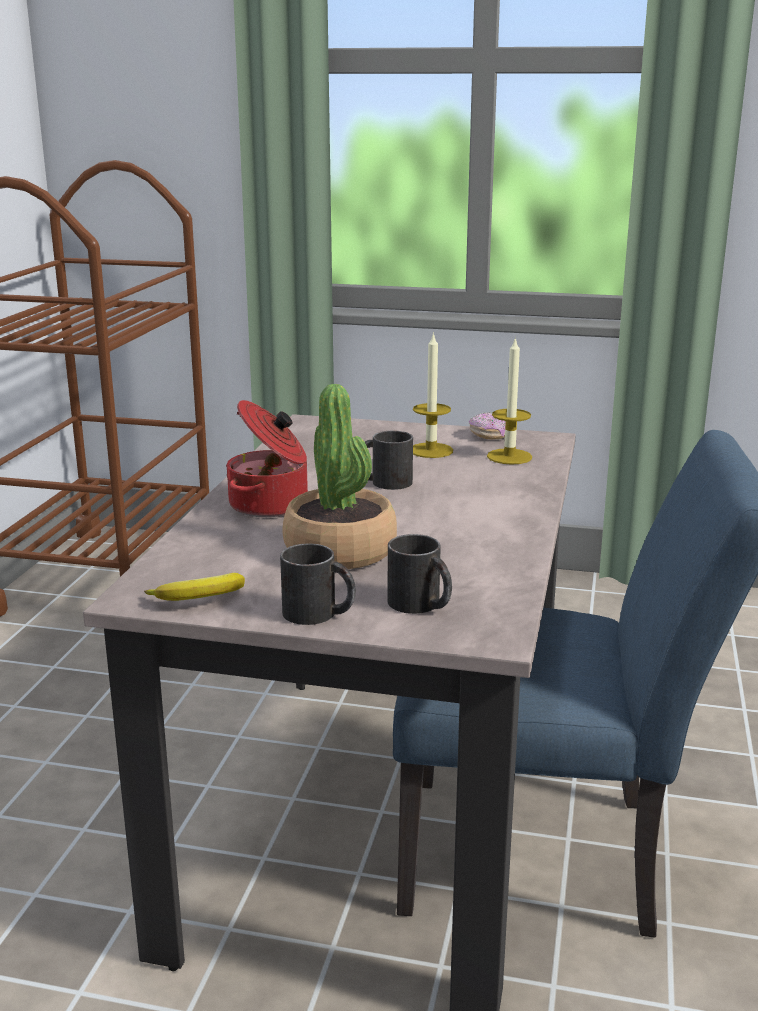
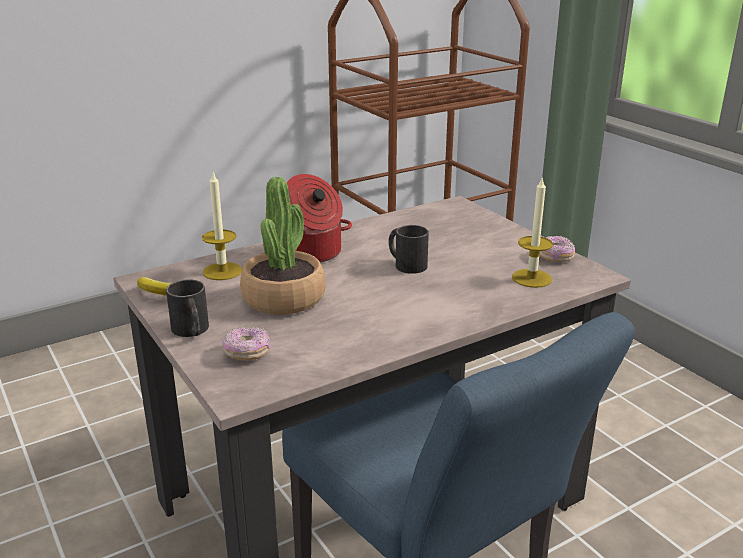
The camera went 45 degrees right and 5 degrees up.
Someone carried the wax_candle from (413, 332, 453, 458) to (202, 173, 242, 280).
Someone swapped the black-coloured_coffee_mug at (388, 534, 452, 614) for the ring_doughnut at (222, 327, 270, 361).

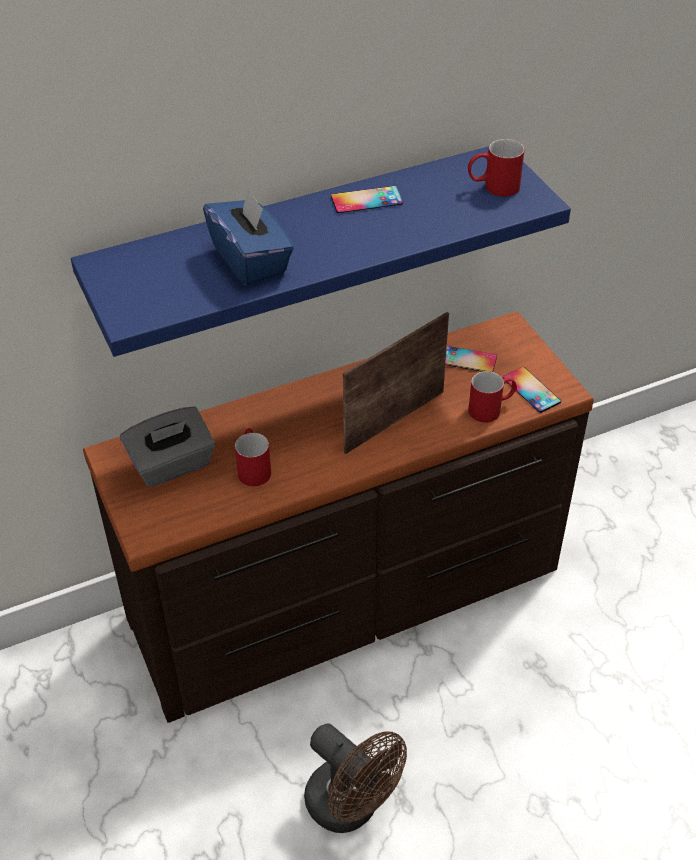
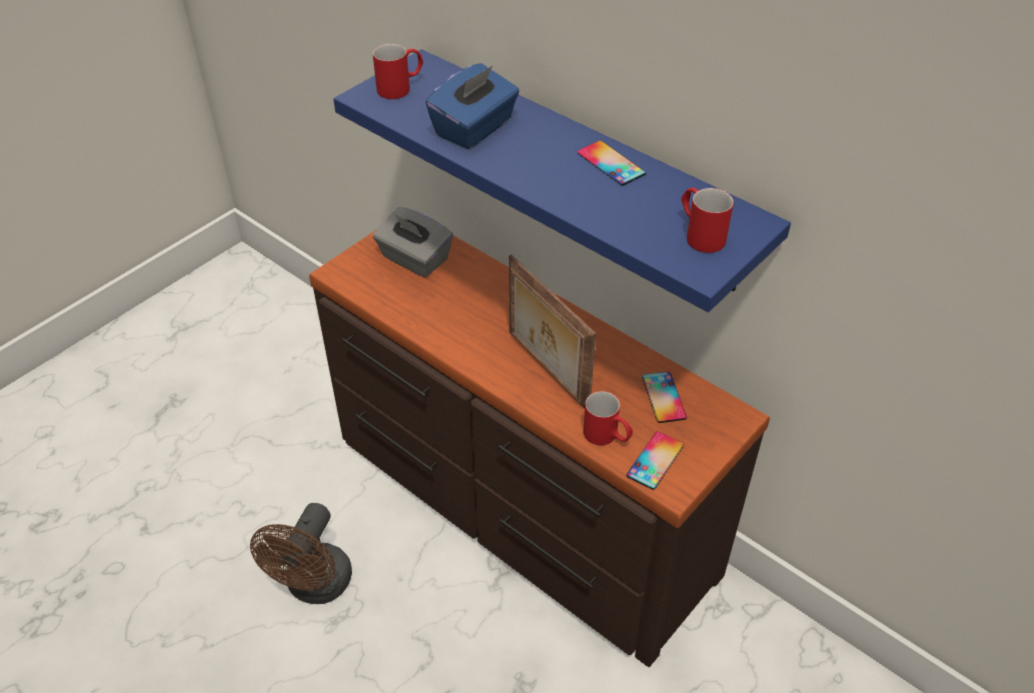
The camera went 65 degrees right and 0 degrees up.
Someone carried the red_coffee_mug from (235, 428, 271, 486) to (373, 44, 423, 99).
Someone rotated the picture_frame at (343, 312, 449, 454) by 150 degrees counterclockwise.

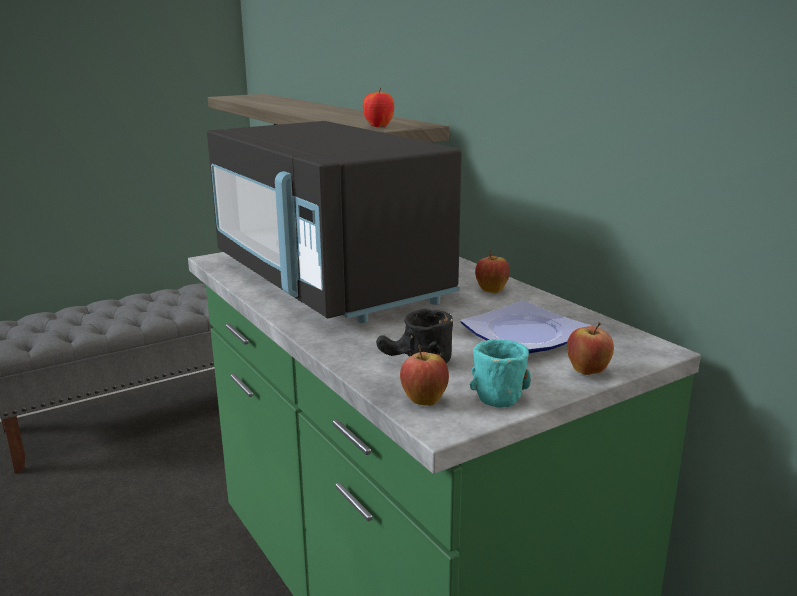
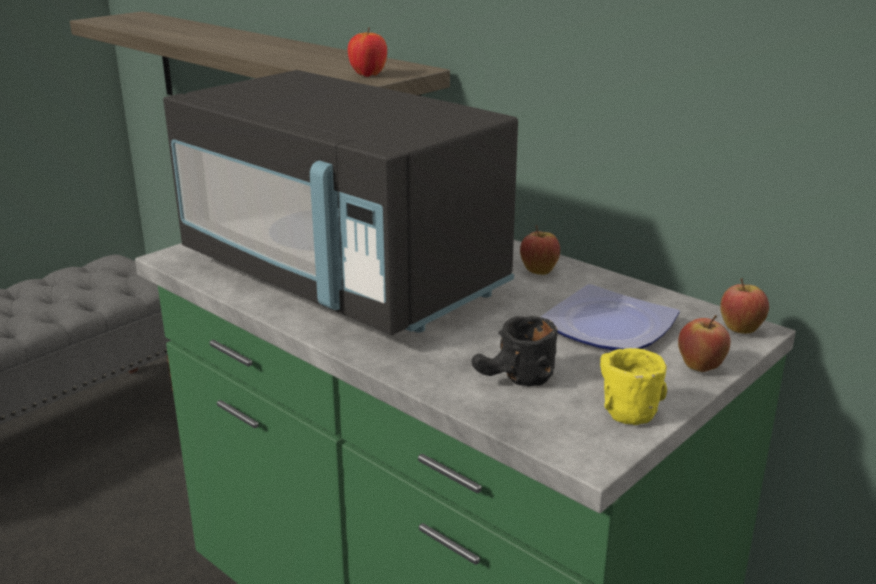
The camera went 15 degrees left and 5 degrees up.
Someone carried the whole_apple from (400, 345, 449, 406) to (720, 278, 769, 334).
Someone repainted the blue-green_coffee_mug at (470, 339, 531, 408), which became the yellow_coffee_mug at (600, 348, 667, 425).

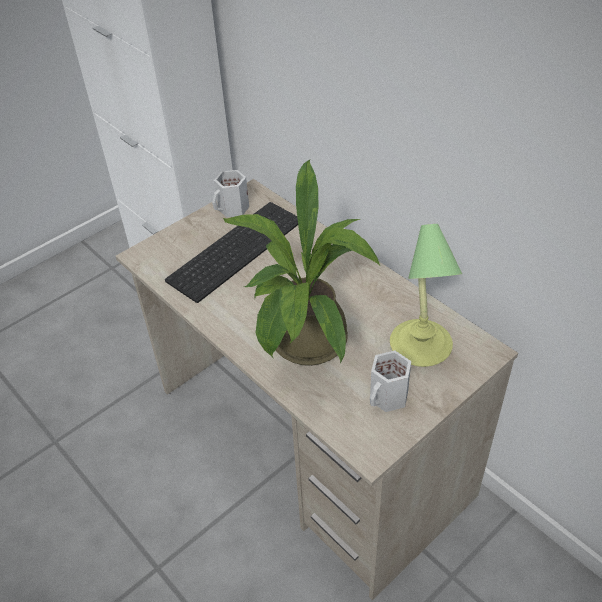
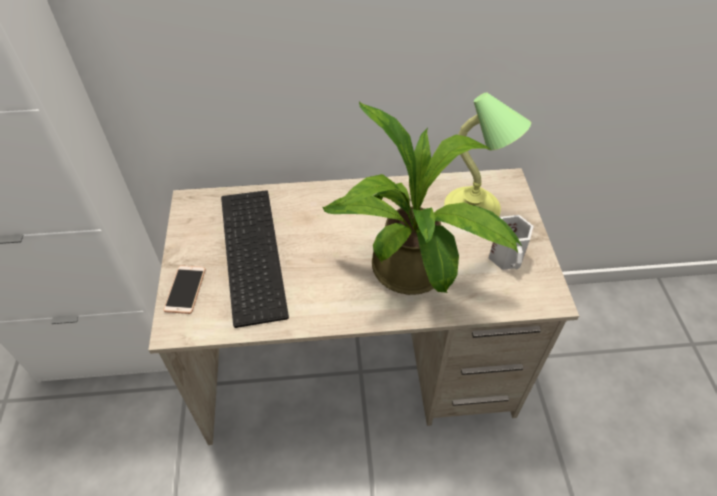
The camera went 55 degrees left and 5 degrees up.
Someone took away the whitish_coffee_mug at (212, 170, 249, 218).
Someone put down the handset at (164, 266, 206, 314).

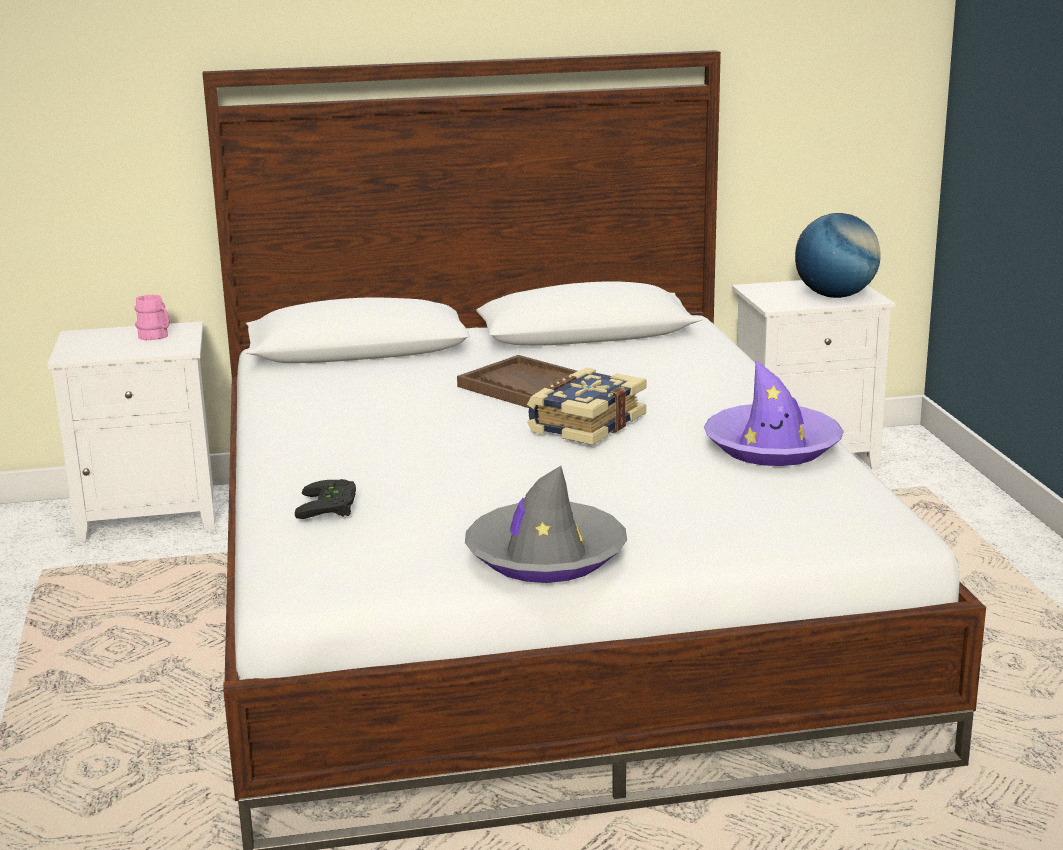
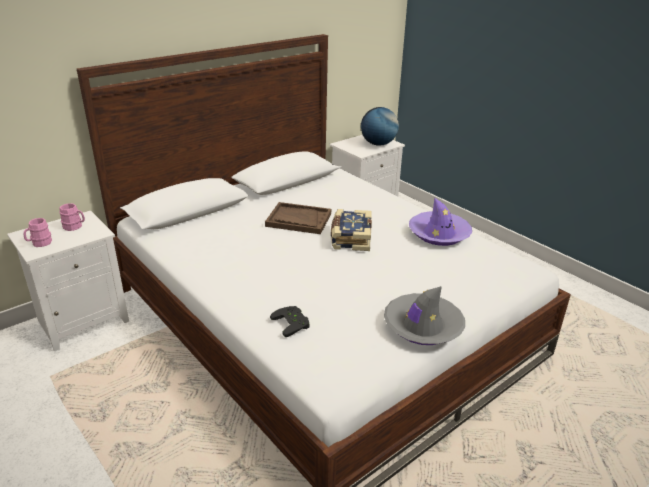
The camera went 30 degrees left and 10 degrees up.
Someone put down the pink-coloured_coffee_mug at (23, 218, 52, 247).

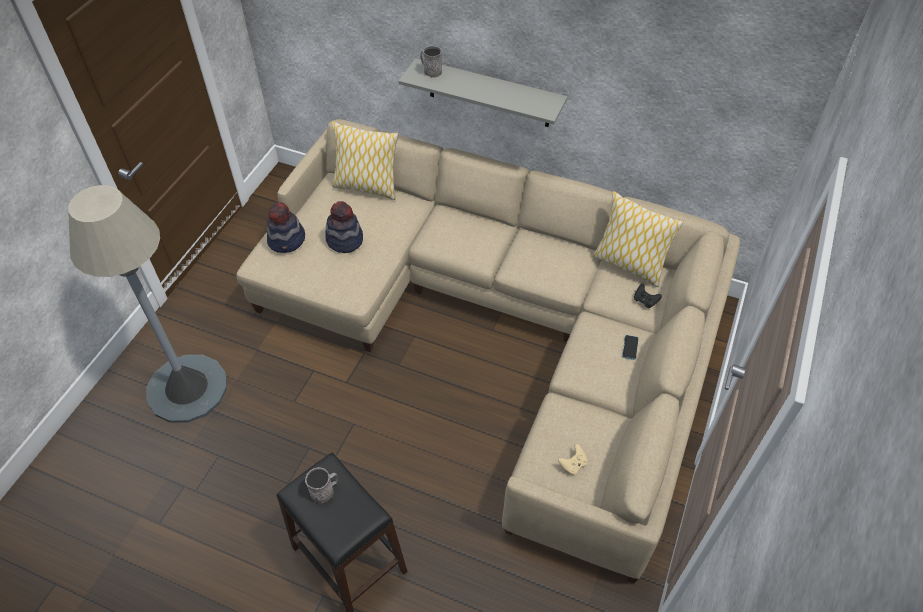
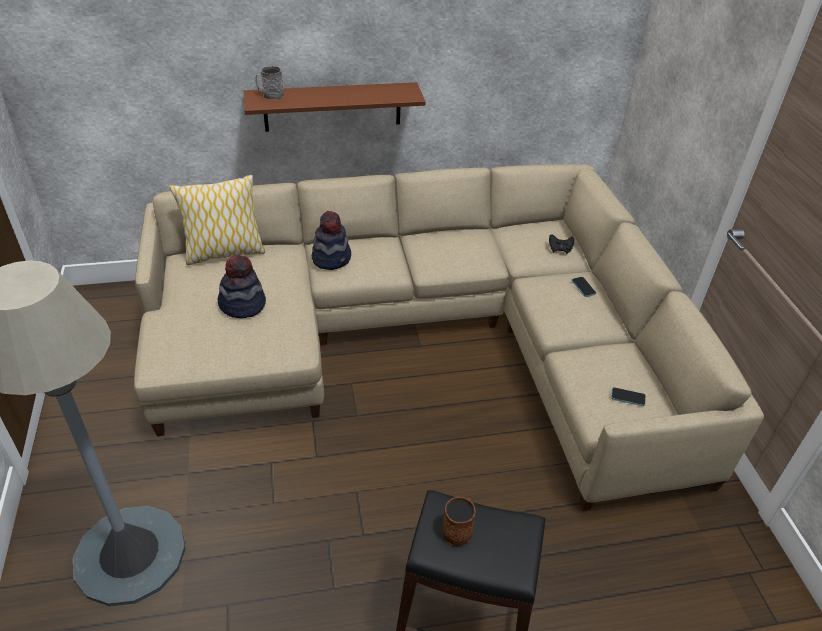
The camera went 35 degrees left and 10 degrees down.
Someone took away the throw_pillow at (593, 191, 684, 287).
Someone carried the hat from (267, 202, 305, 253) to (312, 211, 351, 270).
Someone swapped the beige_gamepad at (558, 444, 588, 475) for the handset at (611, 387, 646, 406).
Someone repainted the grey_coffee_mug at (305, 467, 338, 503), which became the brown-coloured_coffee_mug at (442, 497, 476, 546).
Someone repainted the grey_bracket_shelf at (399, 58, 568, 127), which became the brown-coloured_bracket_shelf at (244, 82, 426, 132).

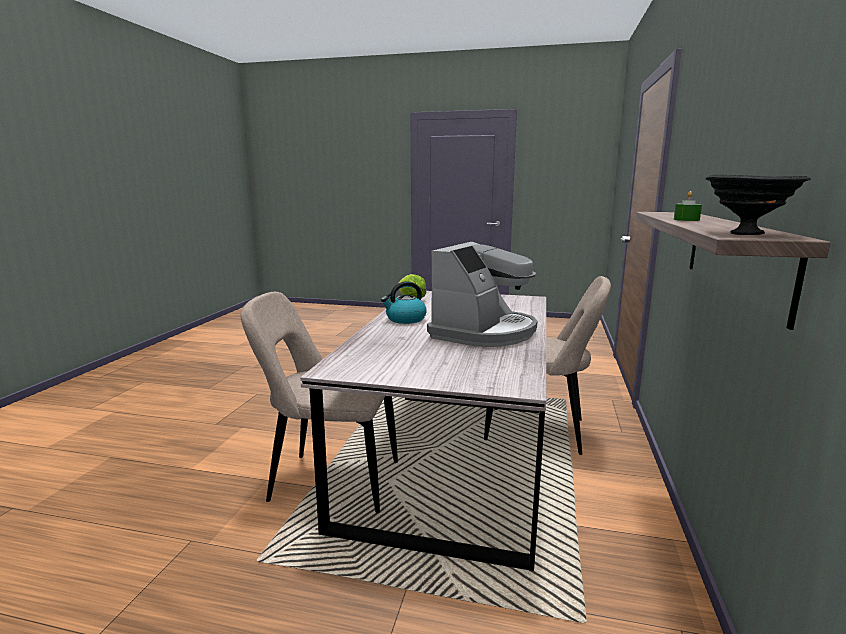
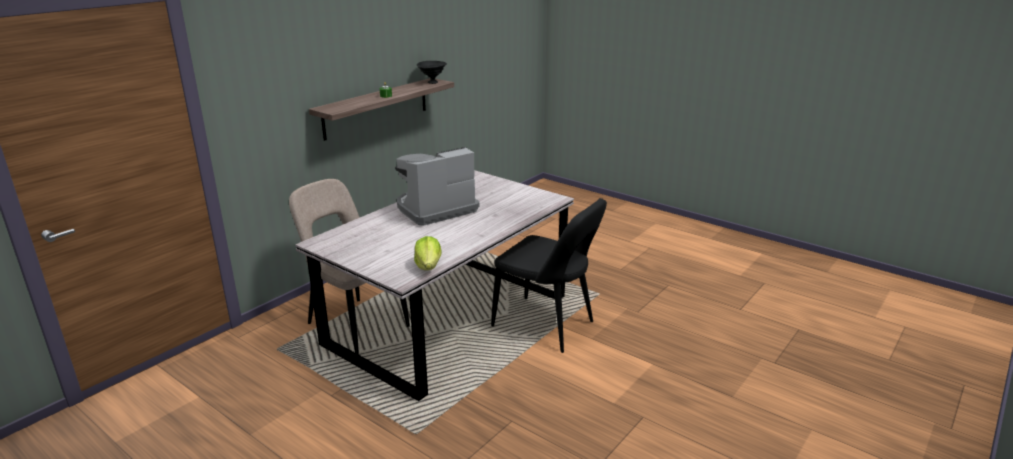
The camera went 155 degrees left and 10 degrees up.
Someone took away the tea_kettle at (381, 281, 427, 324).
Someone repainted the beige_plain_chair at (240, 292, 398, 513), which became the black-coloured_plain_chair at (491, 198, 607, 353).

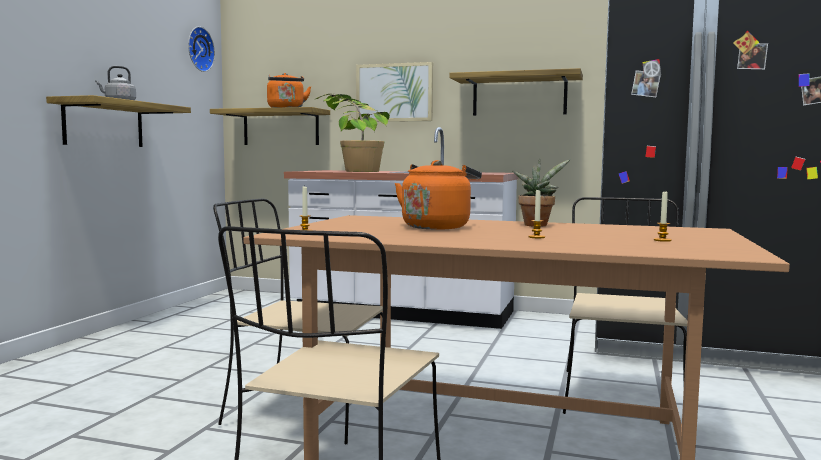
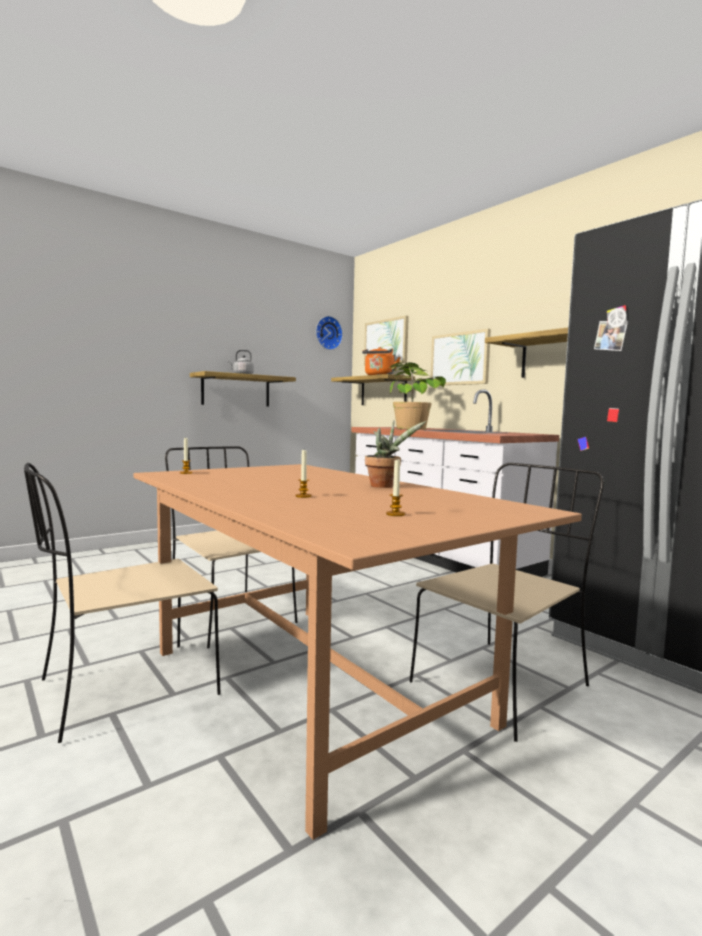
The camera went 35 degrees right and 0 degrees up.
Someone took away the orange-coloured_tea_kettle at (395, 160, 482, 229).
Someone put up the picture at (364, 316, 409, 366).

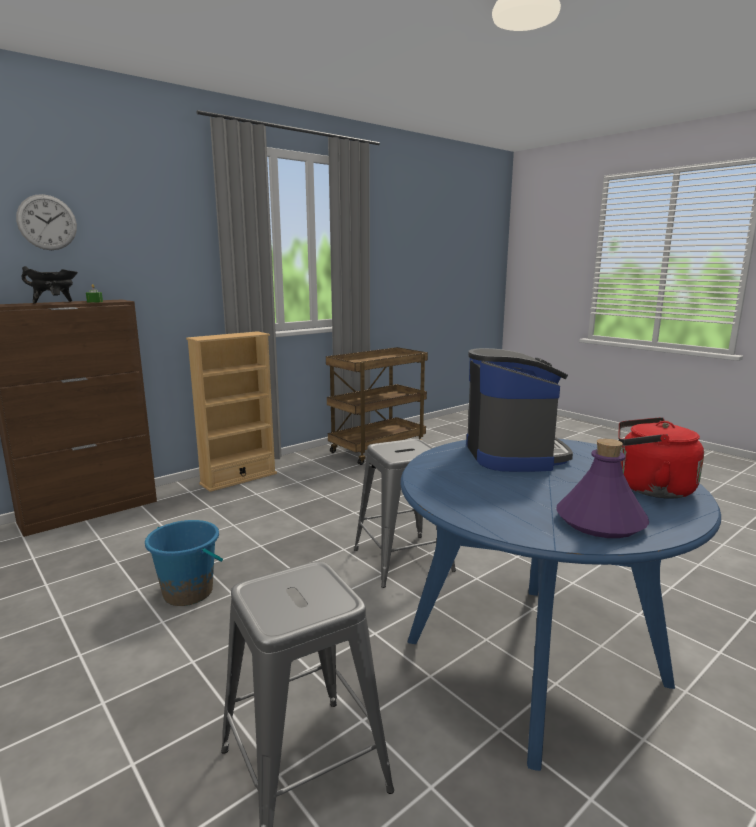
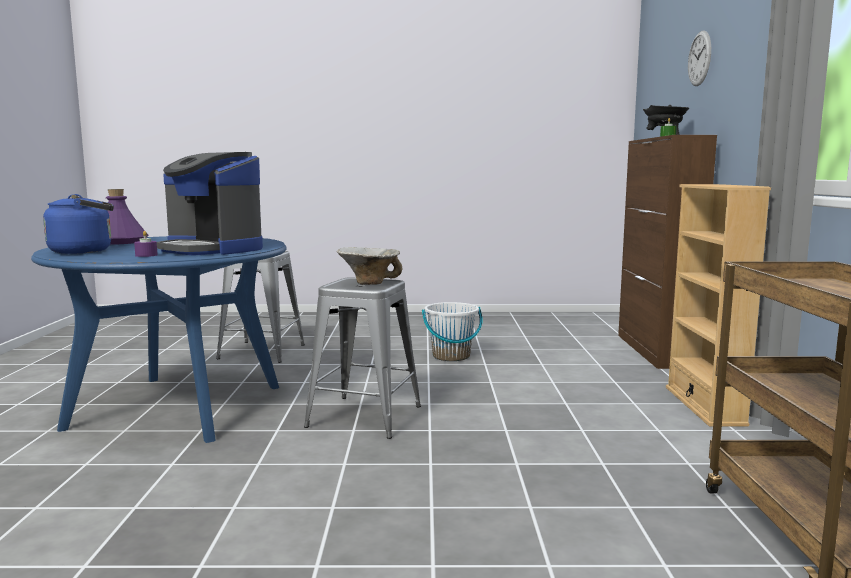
The camera went 130 degrees right and 5 degrees down.
Someone put down the purplish_wax_candle at (134, 231, 158, 257).
Someone put down the bowl at (337, 247, 402, 285).
Someone repainted the bluish_bucket at (145, 520, 223, 606), which became the whitish_bucket at (422, 302, 483, 361).
Someone repainted the red_tea_kettle at (618, 417, 704, 499), which became the bluish_tea_kettle at (43, 194, 114, 254).

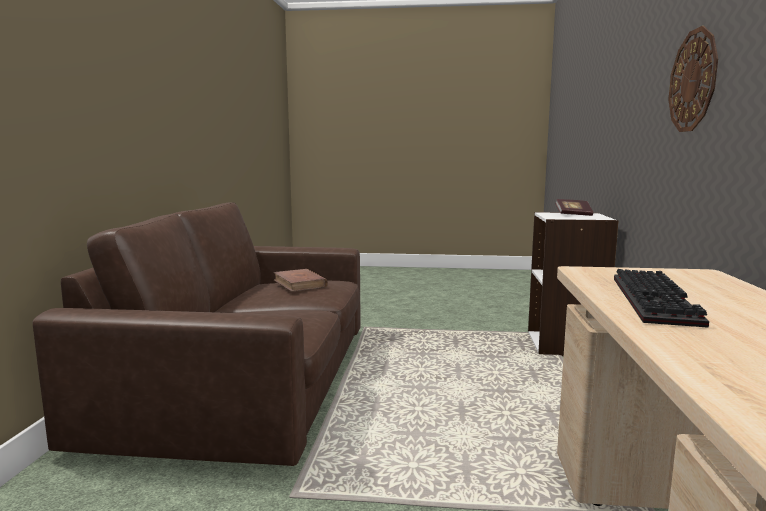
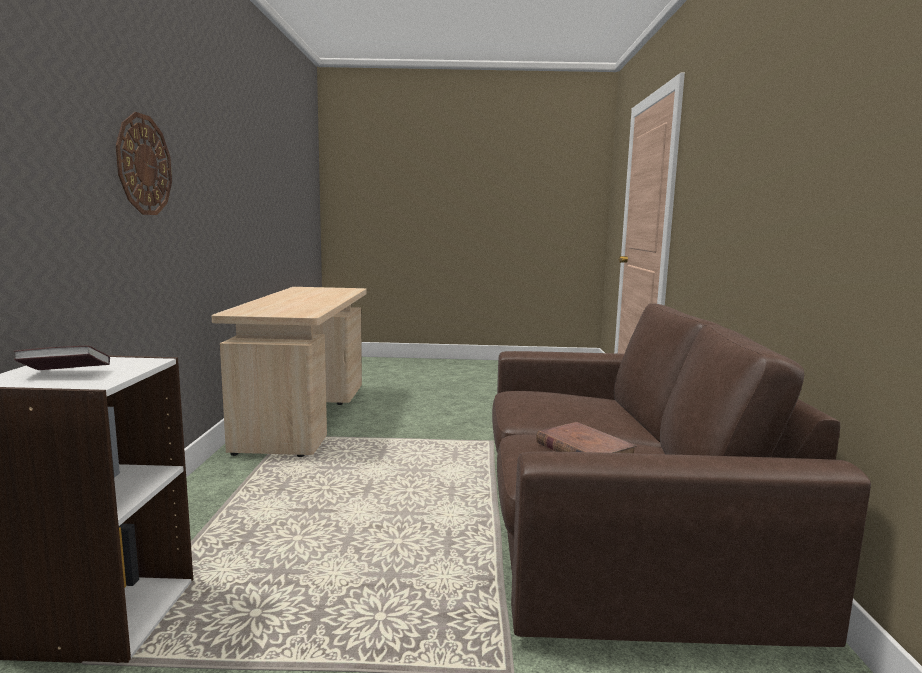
The camera went 175 degrees right and 0 degrees up.
Someone took away the computer_keyboard at (614, 269, 709, 328).

